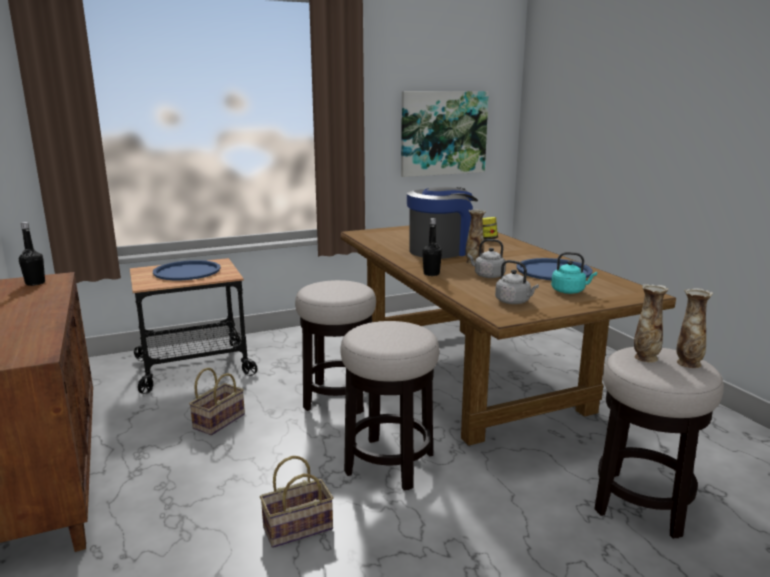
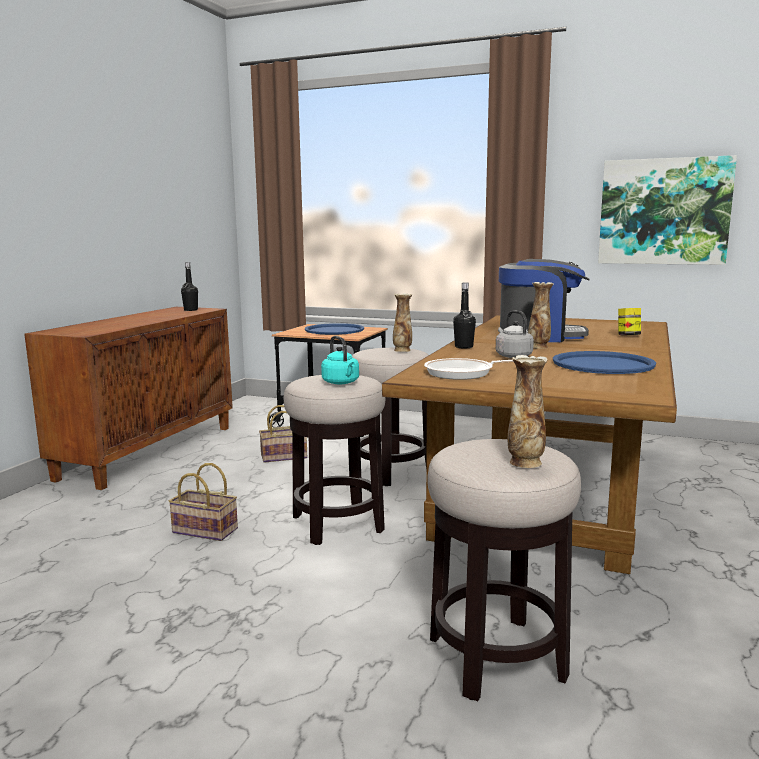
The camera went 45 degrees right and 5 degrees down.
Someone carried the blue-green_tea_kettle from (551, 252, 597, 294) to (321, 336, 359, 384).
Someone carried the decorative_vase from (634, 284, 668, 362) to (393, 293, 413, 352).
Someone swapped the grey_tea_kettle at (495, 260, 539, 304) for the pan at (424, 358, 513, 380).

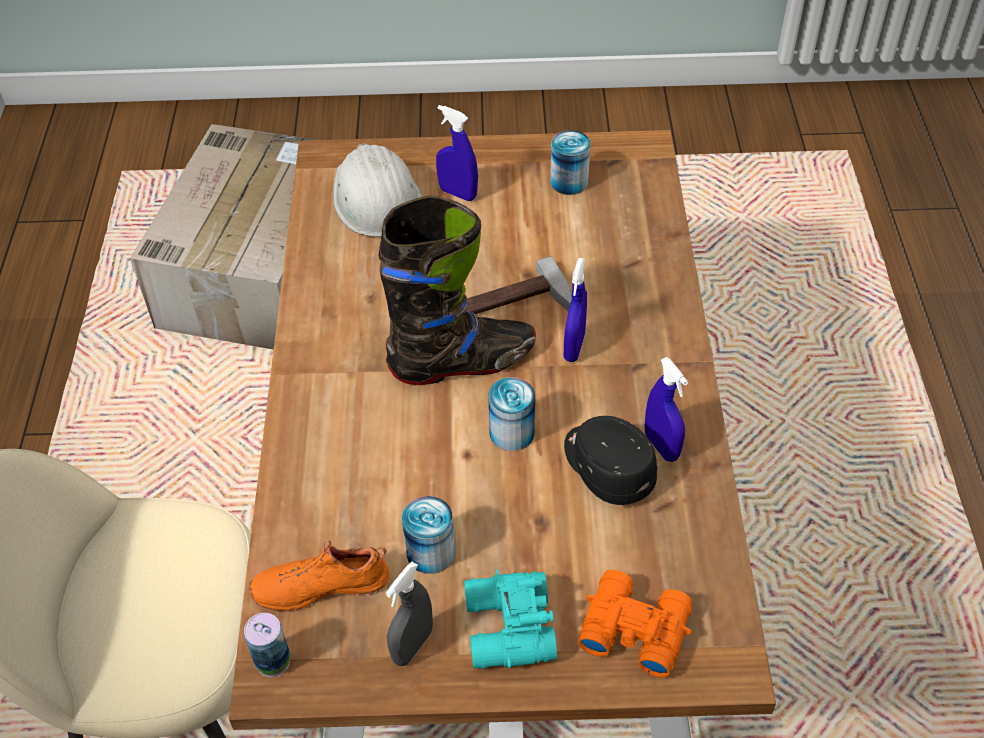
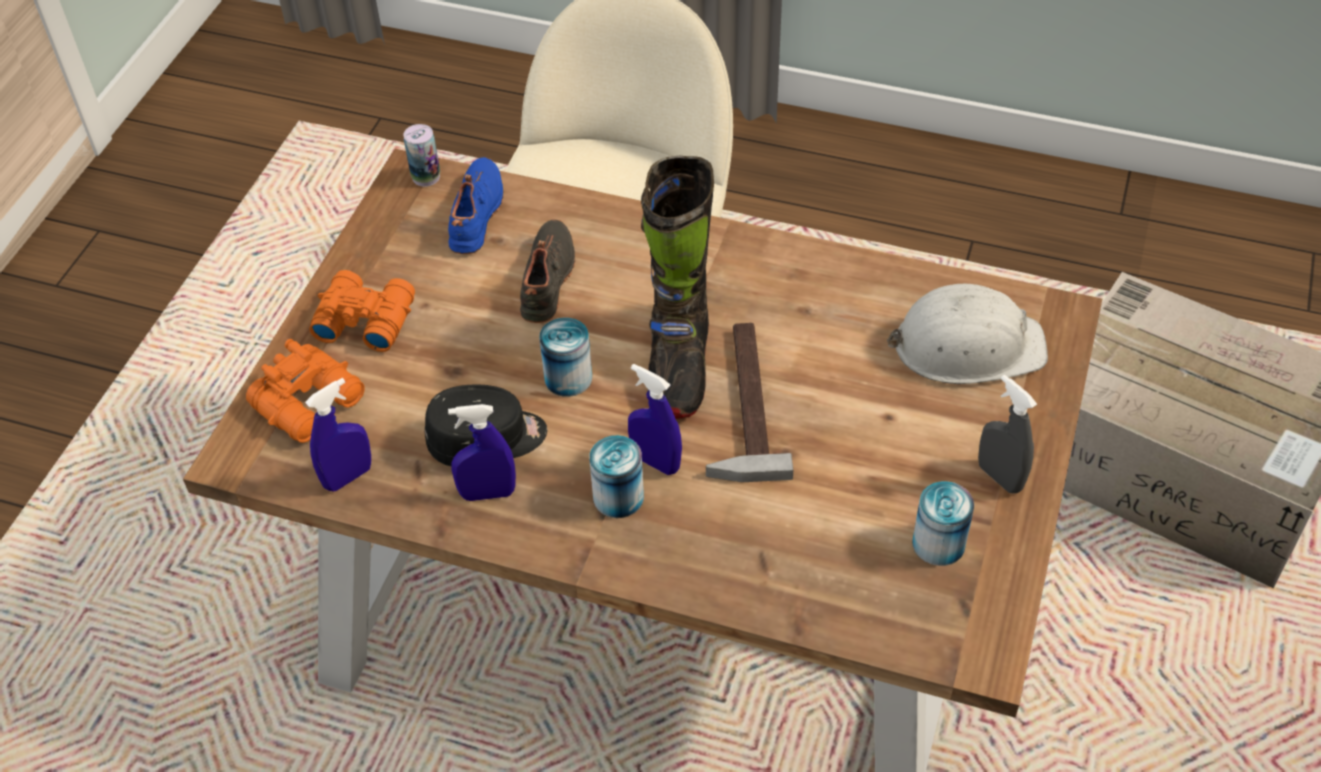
The camera went 110 degrees right and 0 degrees up.
Someone put down the black-coloured_item_of_footwear at (520, 219, 575, 323).
Someone carried the grey_spray_bottle from (385, 562, 433, 666) to (978, 375, 1037, 494).
Someone carried the metal_can from (402, 496, 455, 574) to (589, 435, 644, 518).
Someone carried the bluish_spray_bottle from (436, 105, 478, 201) to (305, 378, 371, 491).
Someone repainted the orange-coloured_item_of_footwear at (249, 540, 390, 612), which became the bluish_item_of_footwear at (448, 157, 504, 254).
Someone repainted the blue-green_pair_of_binoculars at (464, 569, 557, 669), which became the orange-coloured_pair_of_binoculars at (309, 270, 415, 352).

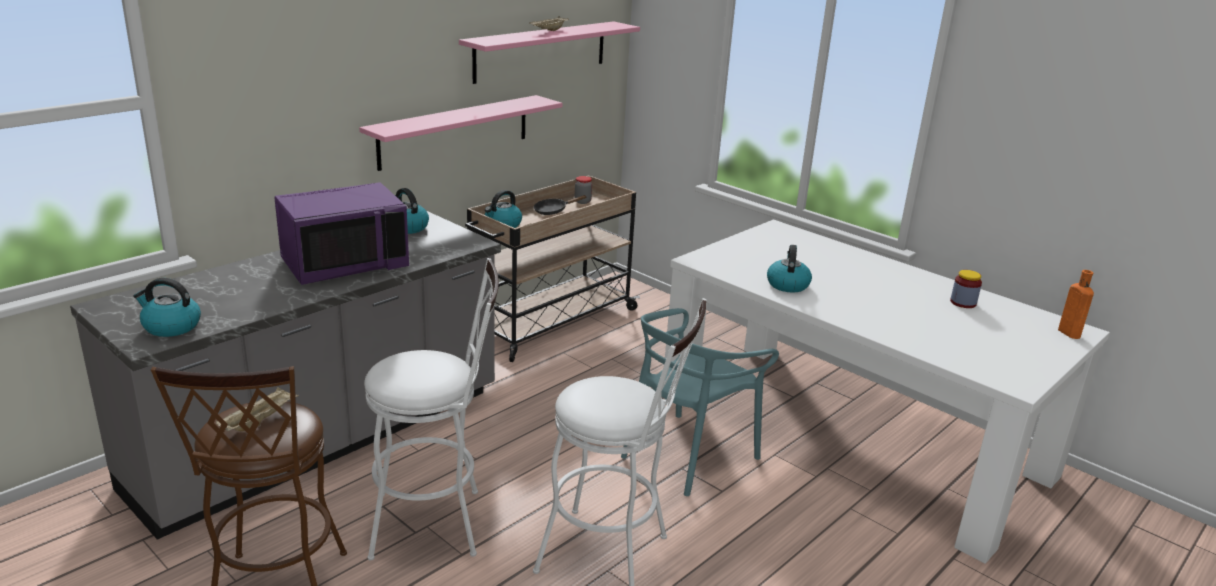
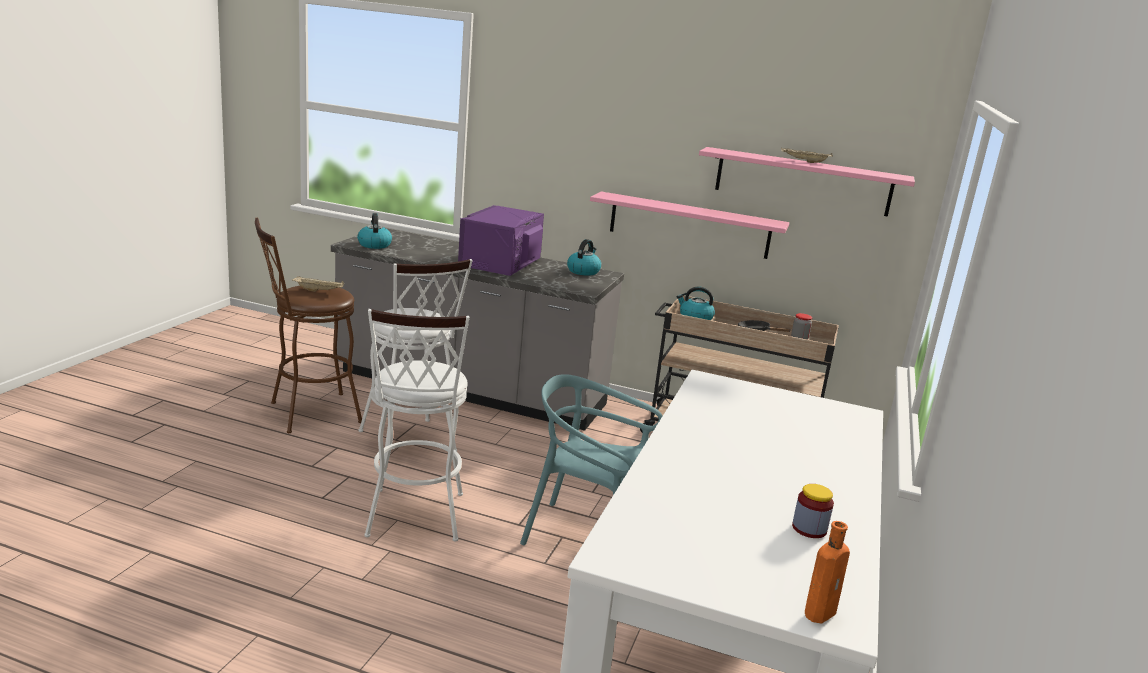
The camera went 65 degrees right and 5 degrees down.
Someone took away the tea_kettle at (767, 245, 812, 293).
Someone rotated the purplish_microwave_oven at (275, 182, 409, 285) by 75 degrees clockwise.

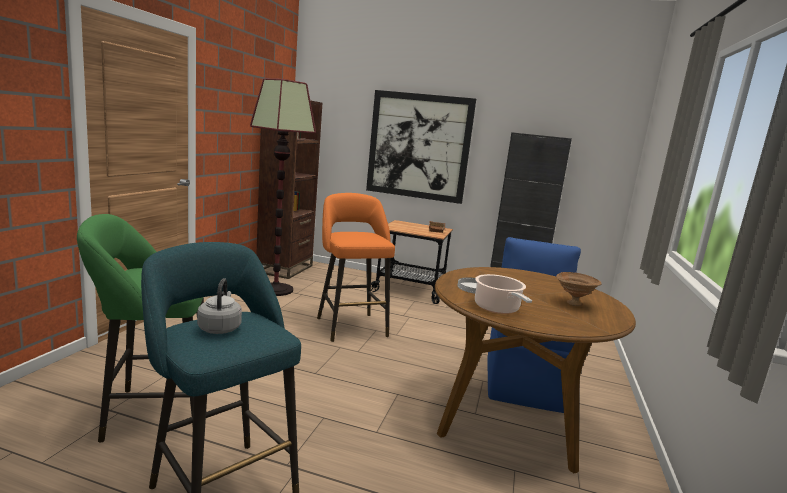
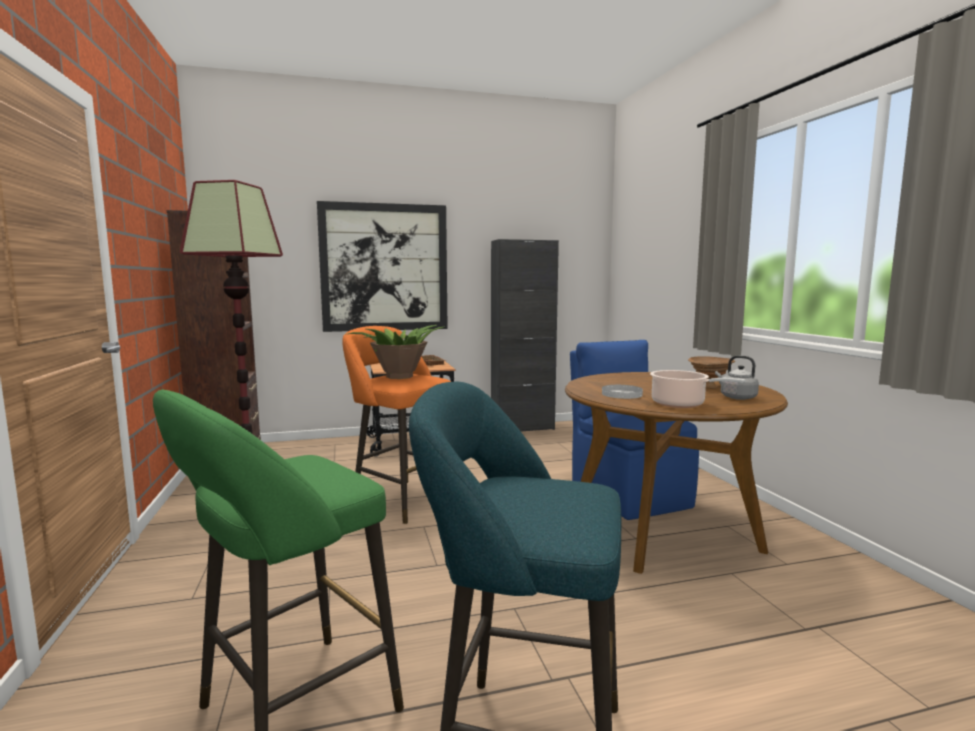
The camera went 30 degrees left and 5 degrees down.
Someone put down the potted_plant at (345, 325, 444, 379).
Someone carried the grey_tea_kettle from (197, 278, 242, 334) to (715, 355, 759, 400).

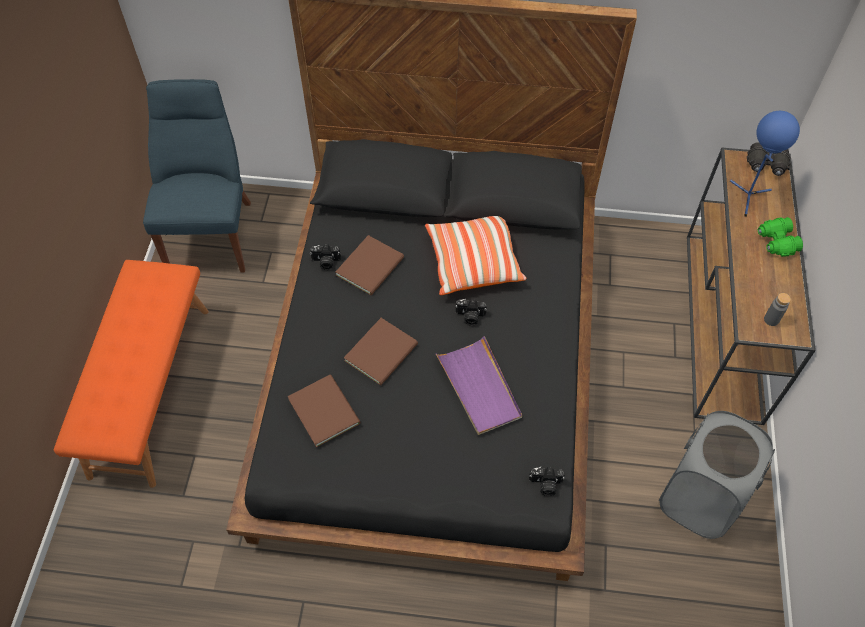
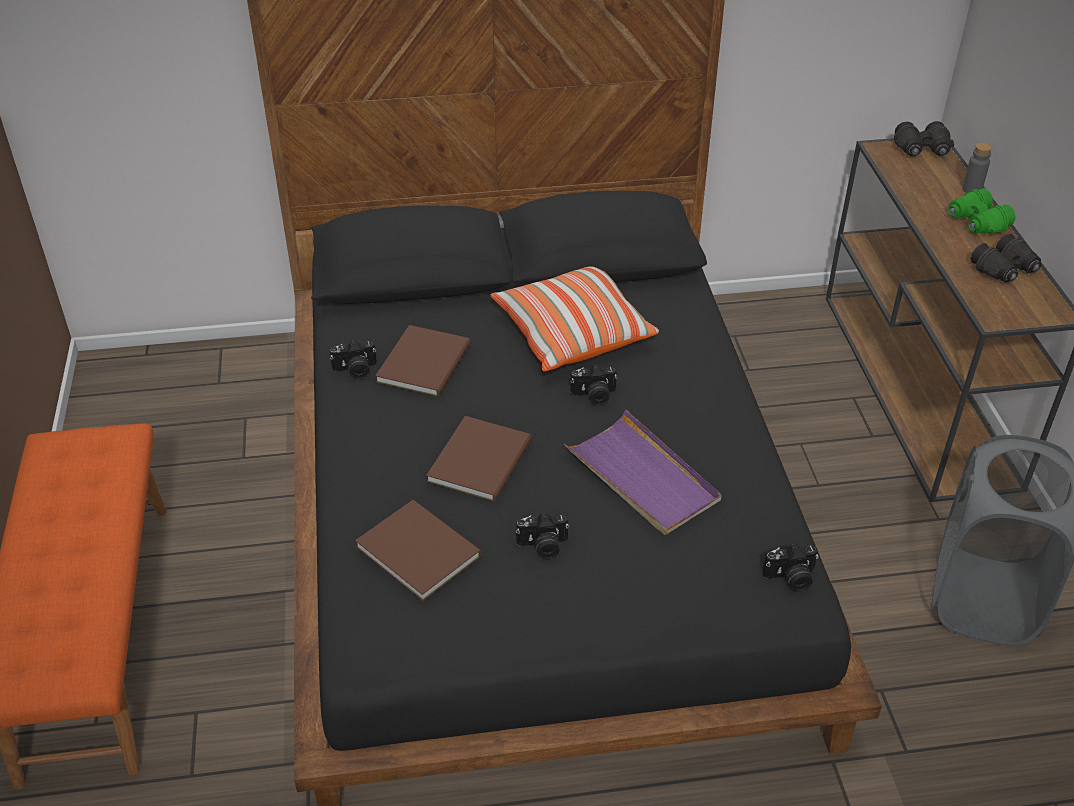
The camera went 15 degrees left and 15 degrees down.
Someone took away the bluish_plain_chair at (143, 79, 251, 272).
Someone took away the bluish_table_lamp at (730, 111, 800, 217).
Someone put down the photo_camera at (516, 512, 569, 559).
Someone put down the black-coloured_pair_of_binoculars at (971, 234, 1042, 282).
Someone carried the grey_bottle from (764, 293, 791, 326) to (962, 143, 992, 193).

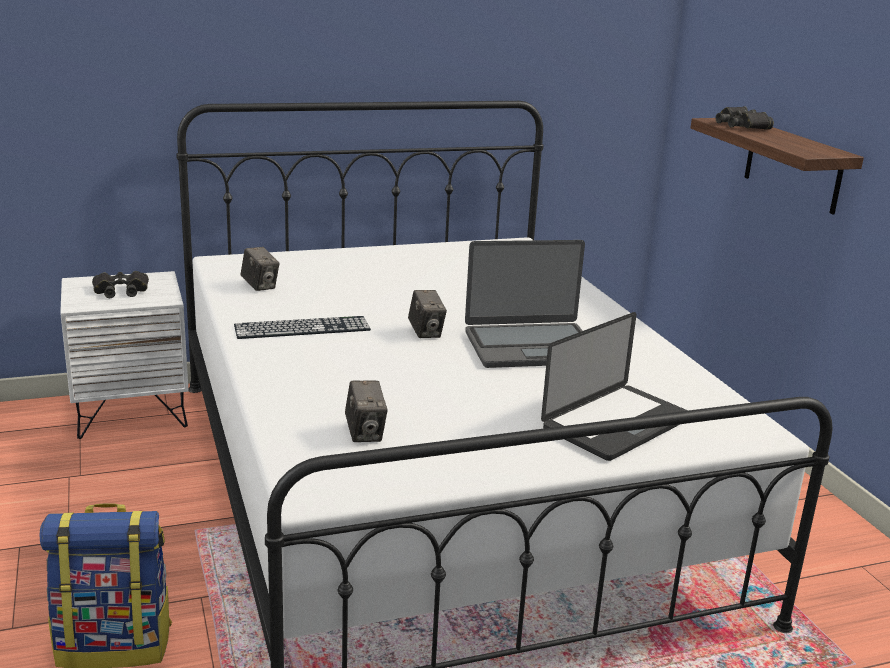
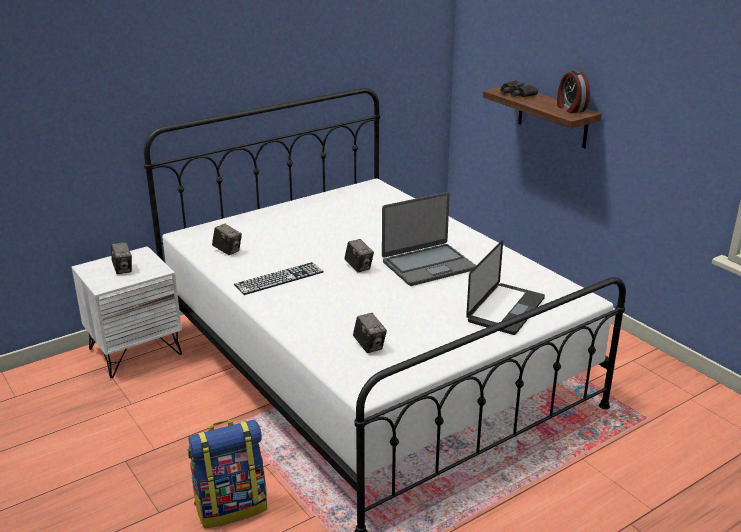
The camera went 15 degrees left and 5 degrees up.
Someone put down the bedside_clock at (557, 70, 590, 113).
Someone swapped the black-coloured_pair_of_binoculars at (92, 271, 149, 298) for the photo_camera at (111, 242, 132, 274).

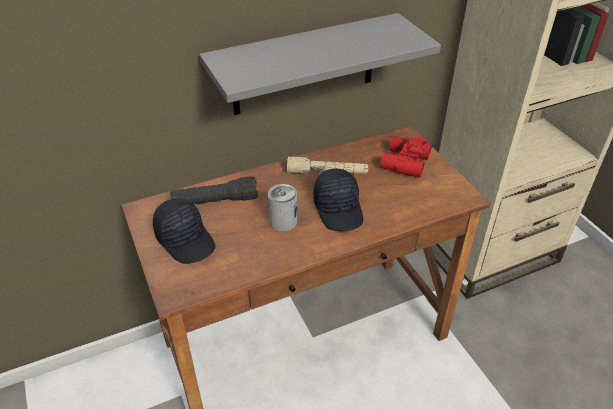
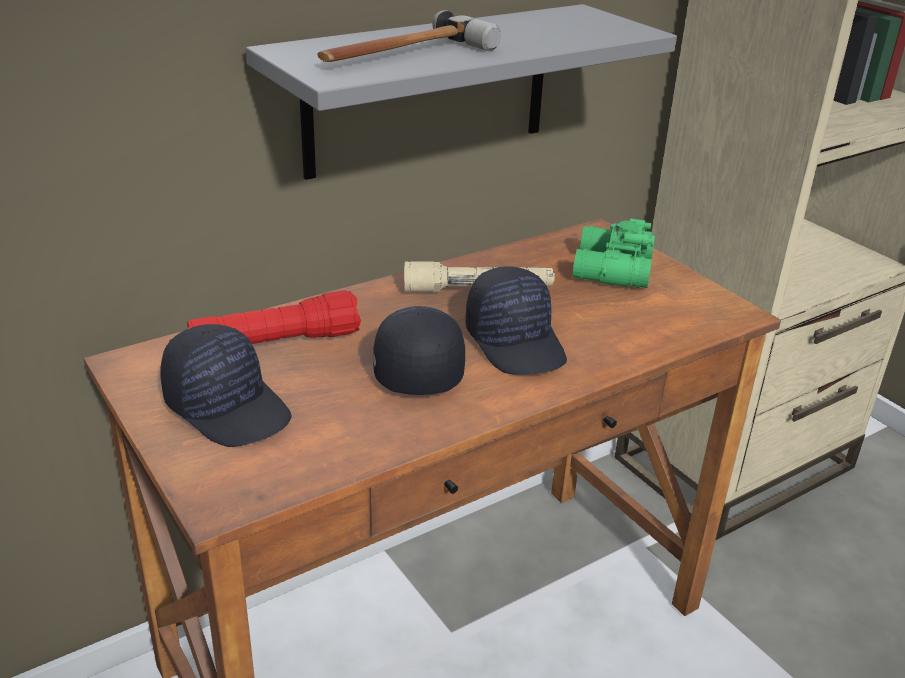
The camera went 10 degrees left and 10 degrees down.
Someone put down the hammer at (317, 10, 500, 62).
Someone swapped the metal_can at (268, 184, 297, 232) for the black-coloured_peaked_cap at (373, 306, 465, 395).
Someone repainted the black-coloured_torch at (170, 176, 258, 204), which became the red_torch at (187, 290, 361, 344).
Someone repainted the red_pair_of_binoculars at (380, 136, 432, 177), which became the greenish_pair_of_binoculars at (573, 219, 655, 288).

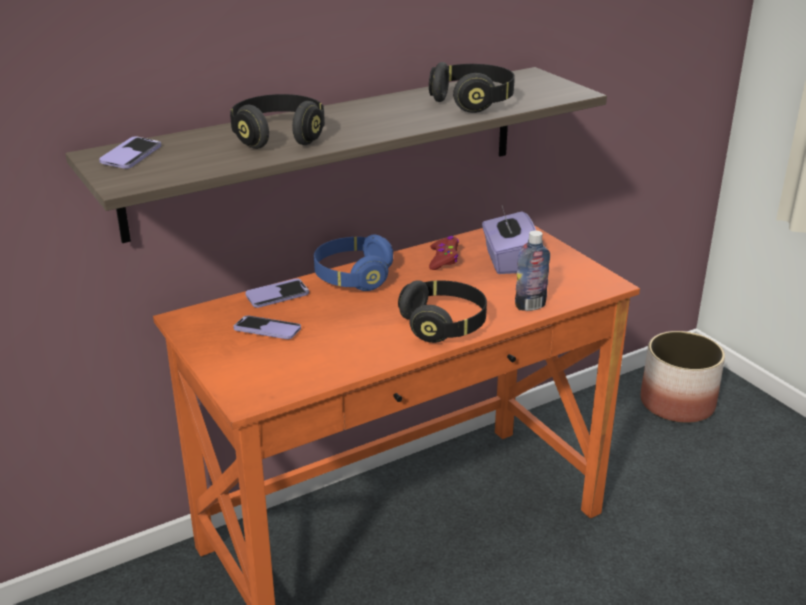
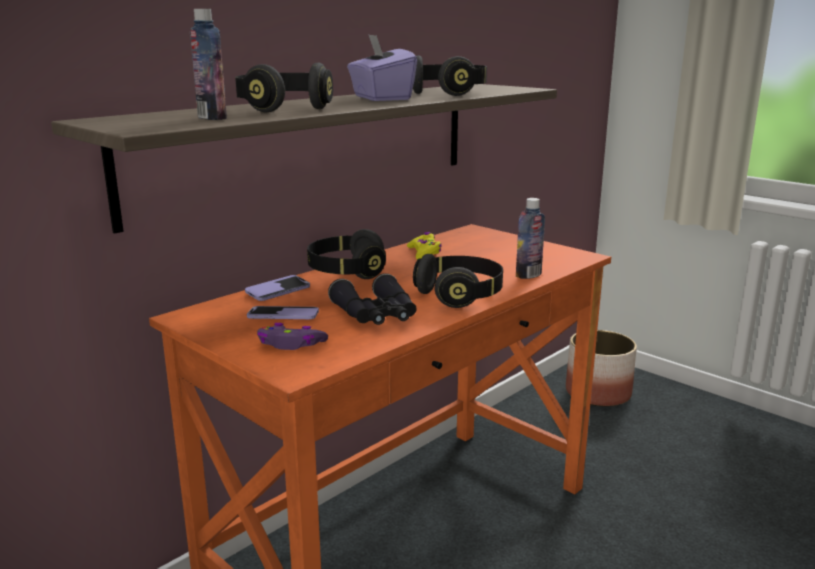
The camera went 15 degrees left and 10 degrees down.
Someone took away the handset at (99, 137, 161, 169).
Someone put down the bottle at (190, 9, 227, 120).
Someone put down the purplish_gamepad at (257, 323, 328, 350).
Someone put down the black-coloured_pair_of_binoculars at (328, 273, 416, 325).
Someone carried the purplish_tissue_box from (482, 206, 536, 274) to (347, 34, 417, 101).
Someone repainted the bluish_pair_of_headphones at (314, 235, 393, 291), which became the black-coloured_pair_of_headphones at (307, 229, 386, 279).
Someone repainted the red_gamepad at (429, 236, 459, 270), which became the yellow_gamepad at (407, 232, 442, 260).

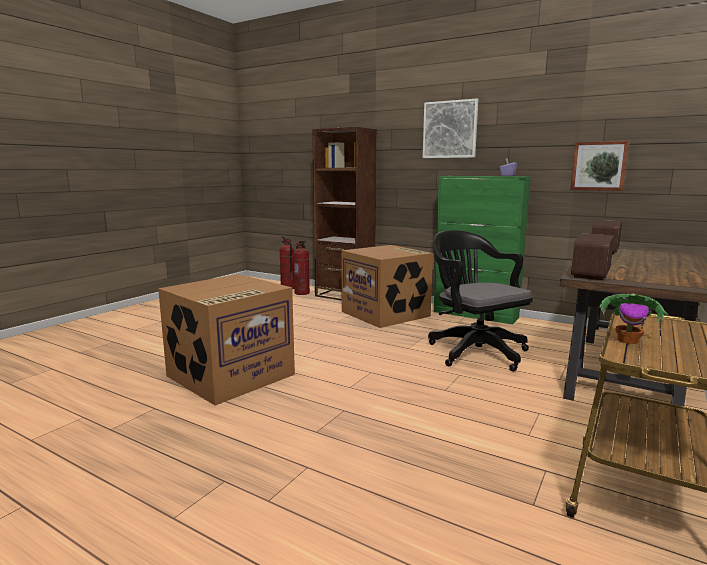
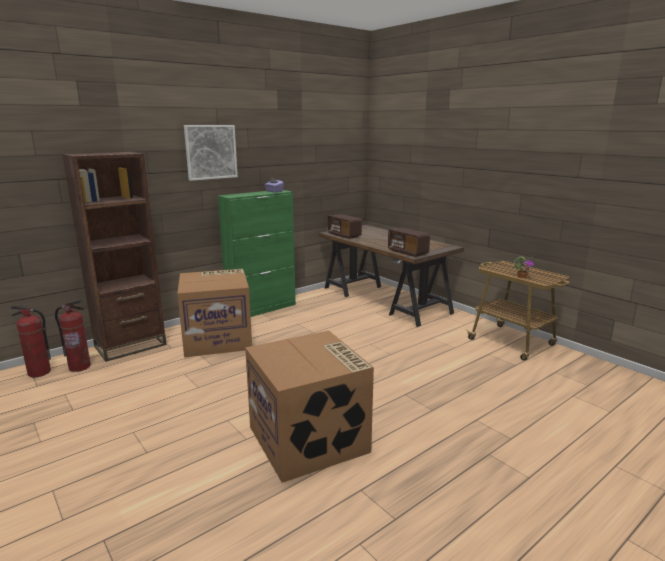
The camera went 70 degrees left and 5 degrees up.
Someone took away the black-coloured_computer_chair at (428, 230, 533, 371).
Someone took away the picture at (570, 141, 629, 191).

